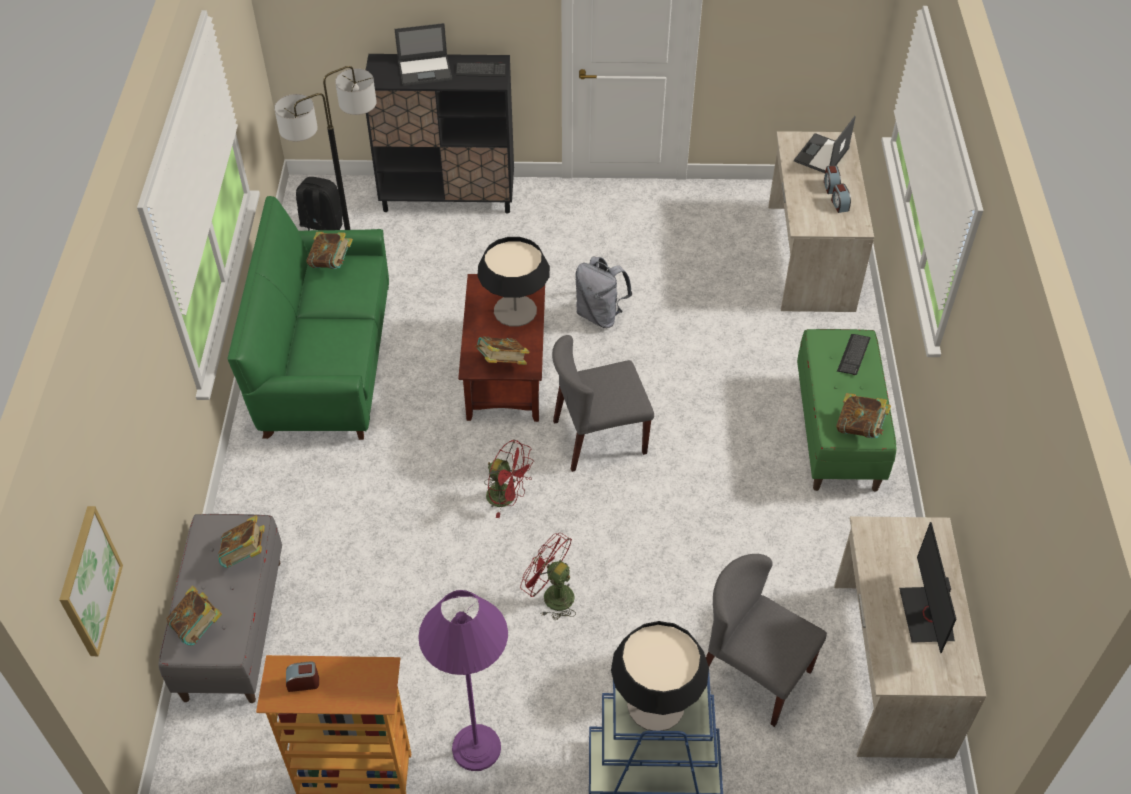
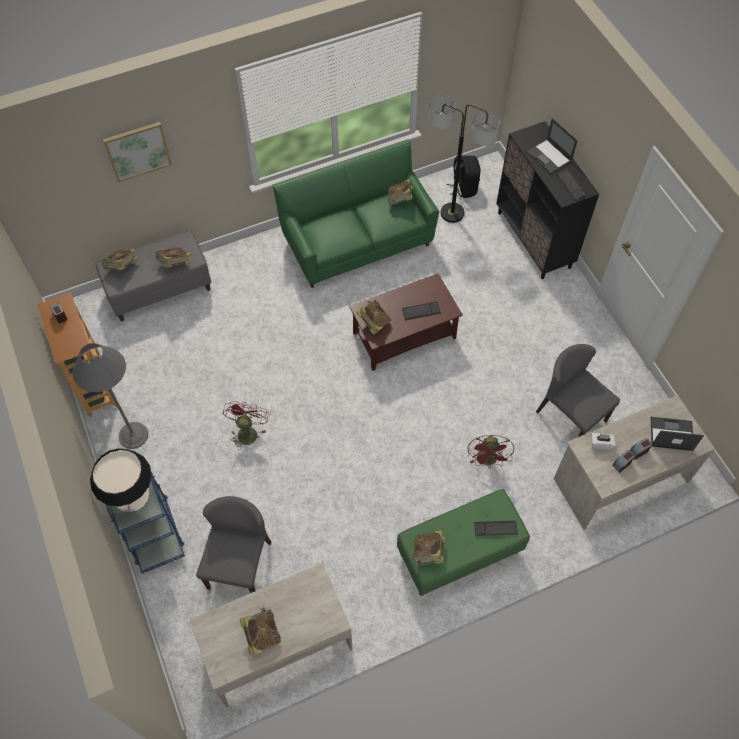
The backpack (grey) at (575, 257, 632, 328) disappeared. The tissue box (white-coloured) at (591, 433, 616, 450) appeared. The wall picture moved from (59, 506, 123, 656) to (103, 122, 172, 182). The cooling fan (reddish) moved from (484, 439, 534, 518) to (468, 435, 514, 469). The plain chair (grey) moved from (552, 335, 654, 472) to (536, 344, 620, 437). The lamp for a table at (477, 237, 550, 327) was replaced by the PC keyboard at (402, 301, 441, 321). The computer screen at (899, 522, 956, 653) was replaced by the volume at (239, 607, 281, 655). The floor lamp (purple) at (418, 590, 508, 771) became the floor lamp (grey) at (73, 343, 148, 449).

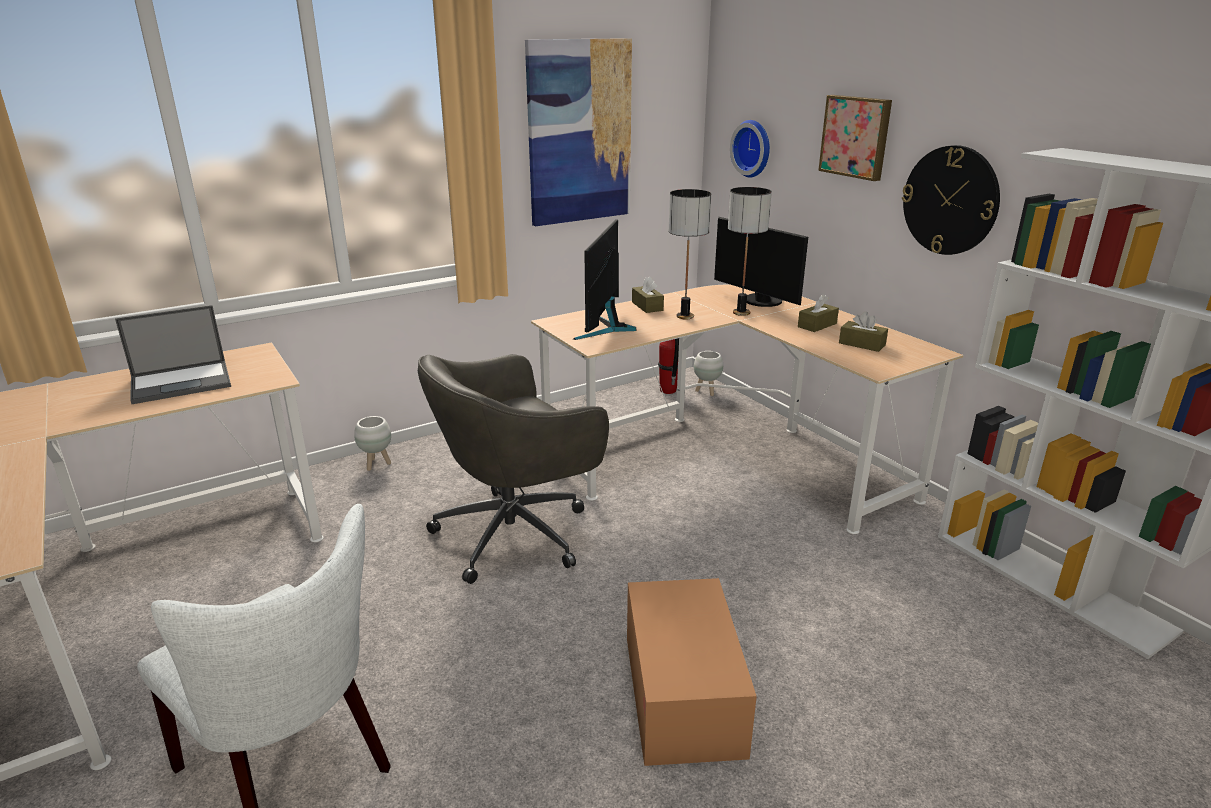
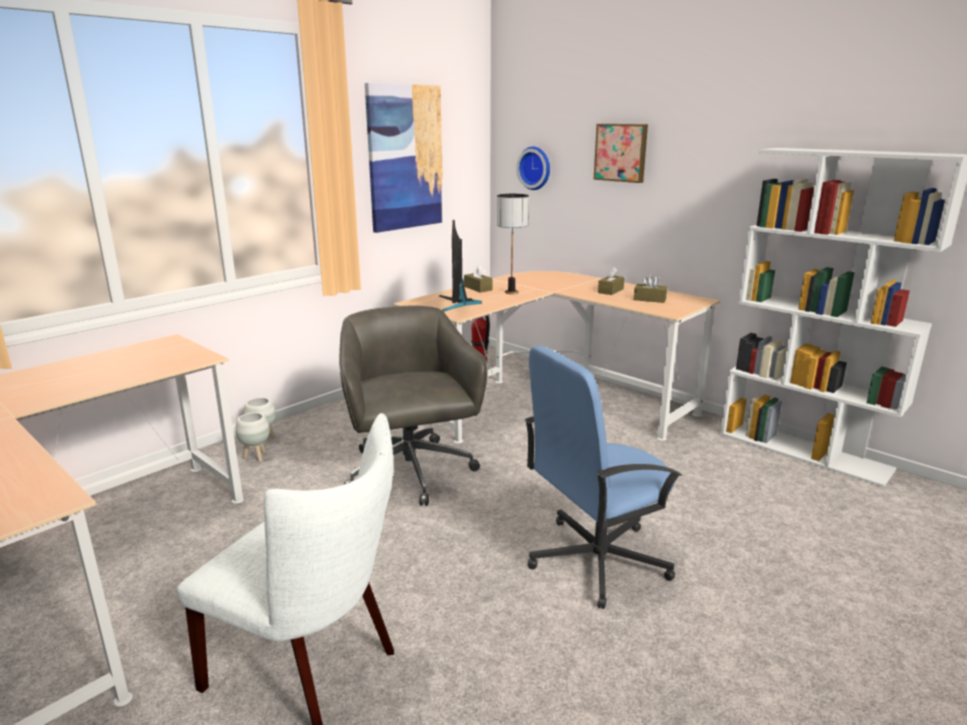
The laptop at (115, 305, 231, 404) disappeared. The computer screen at (714, 217, 808, 307) disappeared. The lamp for a table at (728, 187, 772, 316) disappeared. The hanging clock at (902, 145, 1000, 255) disappeared. The plant pot (white-coloured) moved from (694, 351, 723, 396) to (235, 412, 270, 462). The carton at (627, 578, 757, 766) was replaced by the computer chair (blue-coloured) at (524, 346, 682, 609). The computer chair (grey) at (418, 354, 609, 584) turned 120 degrees clockwise.

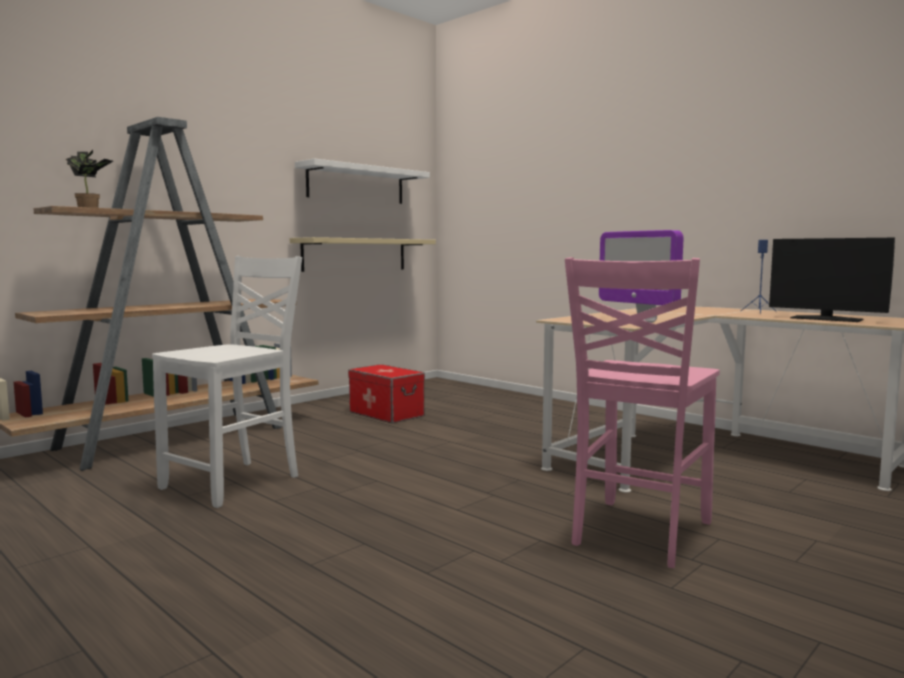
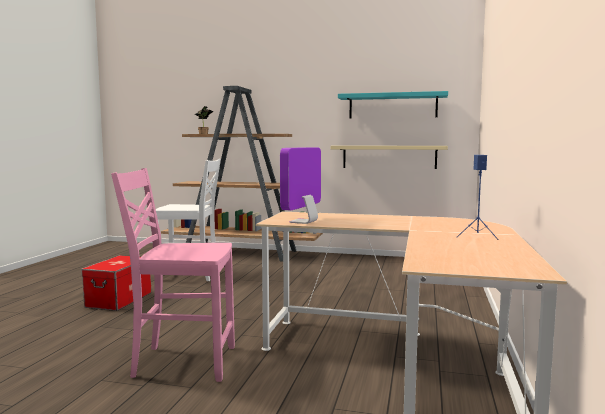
The computer screen at (769, 238, 895, 322) disappeared. The storage bin moved from (348, 364, 425, 423) to (81, 255, 151, 311). The bracket shelf (white-coloured) at (295, 158, 430, 204) became the bracket shelf (blue-green) at (338, 91, 448, 118).

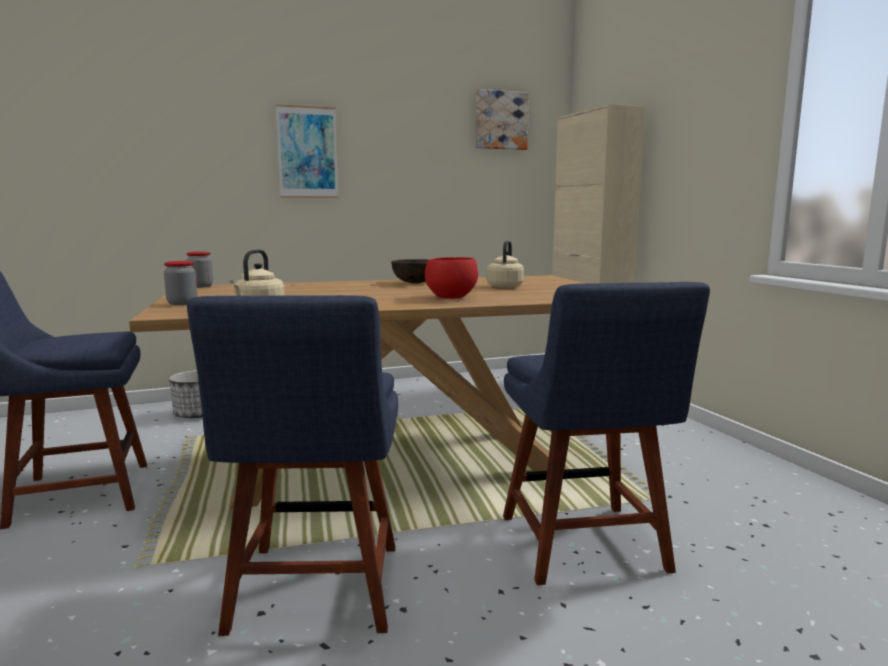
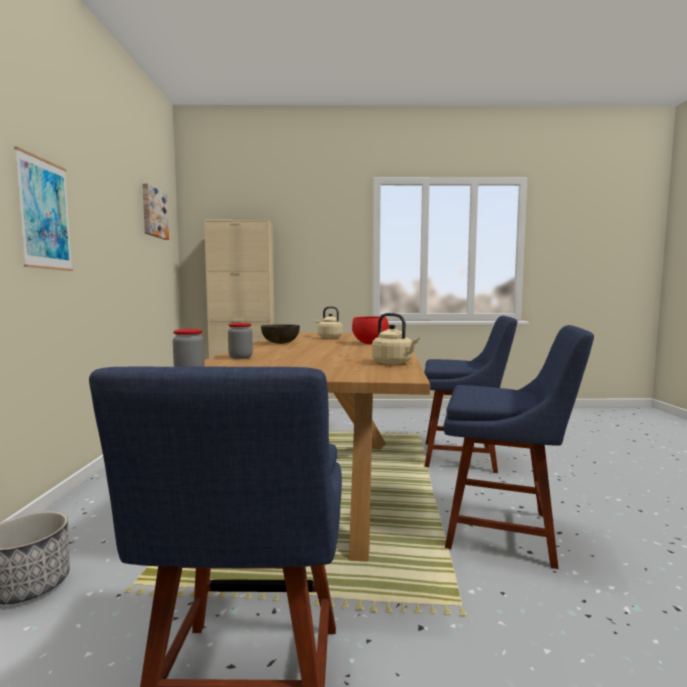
The jar moved from (164, 261, 197, 305) to (228, 323, 253, 359).

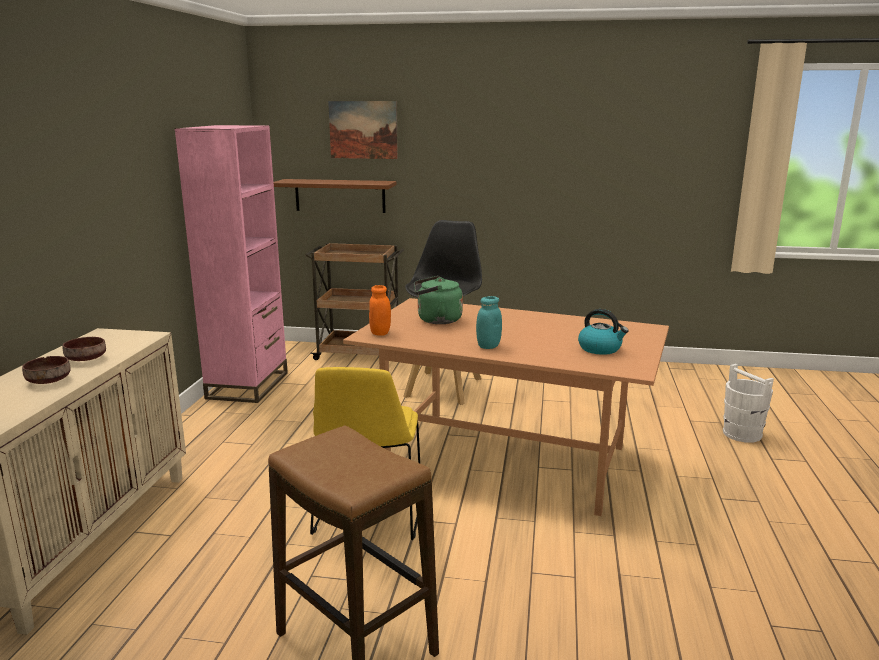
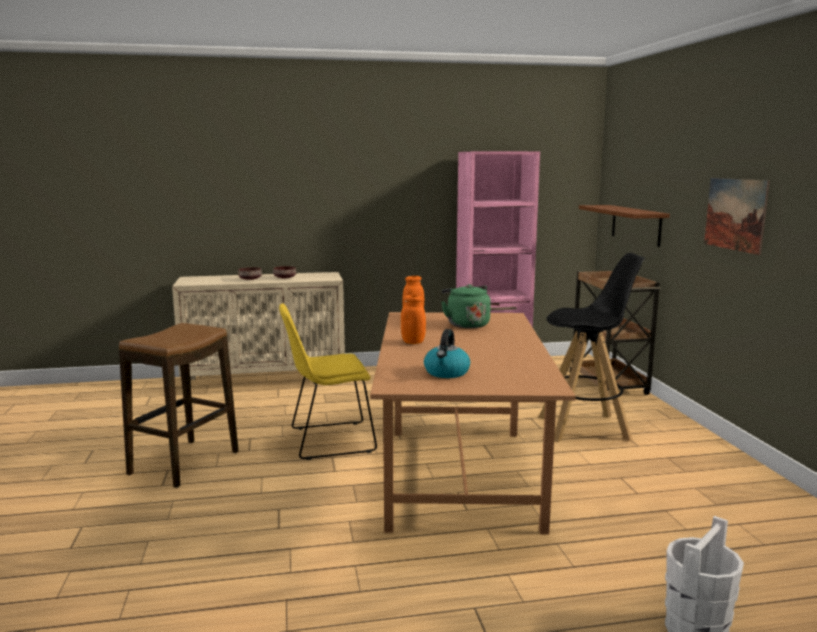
The wall picture moved from (328, 101, 398, 159) to (704, 178, 770, 255). The jar (blue-green) at (476, 296, 502, 349) became the jar (orangey) at (401, 295, 426, 344).

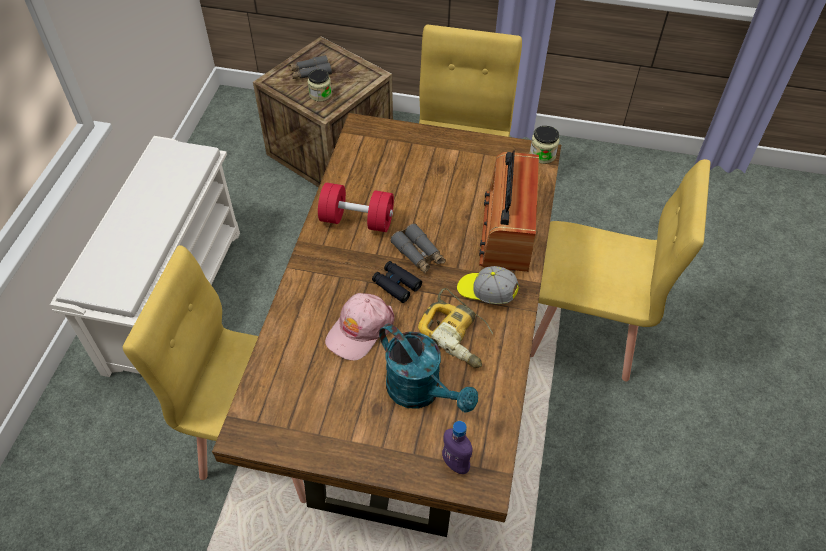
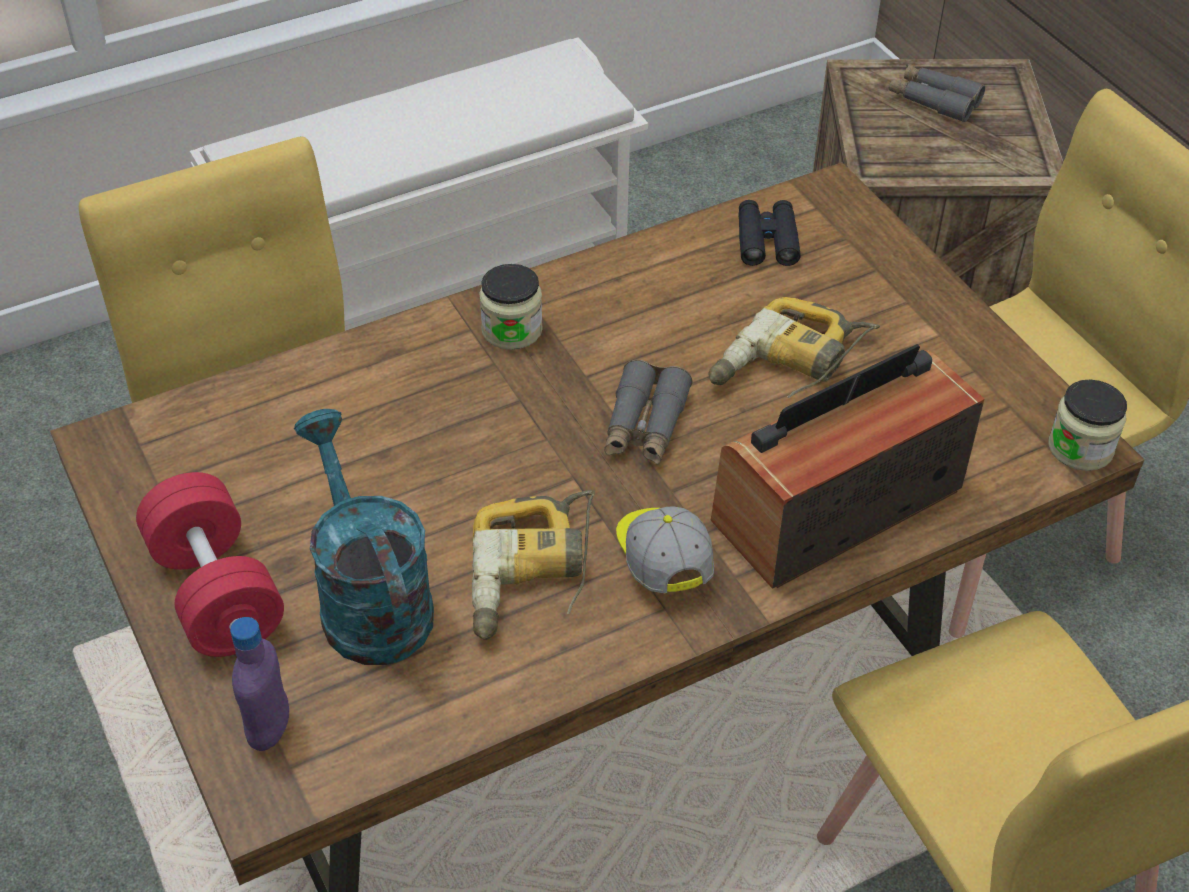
The cap (pinkish) at (325, 293, 395, 361) disappeared. The electric drill at (708, 297, 880, 398) appeared. The jar moved from (308, 69, 332, 102) to (479, 264, 543, 350). The hand weight (reddish) moved from (318, 183, 394, 232) to (136, 472, 284, 657). The binoculars (black-coloured) moved from (372, 261, 422, 303) to (738, 200, 801, 266). The sprinkling can (blue-green) at (379, 323, 478, 413) turned 150 degrees clockwise.

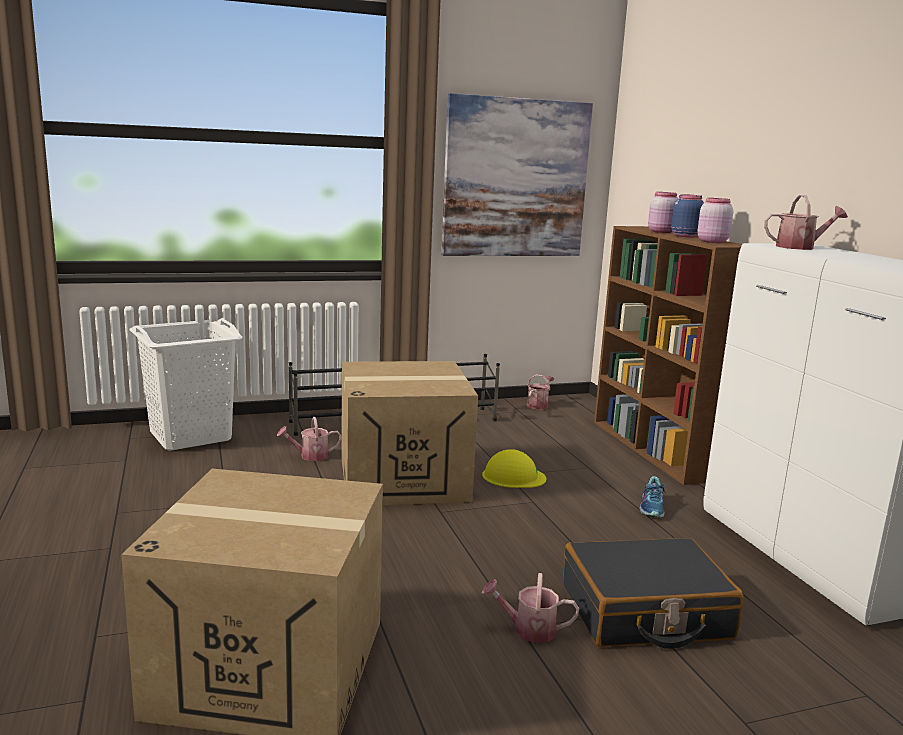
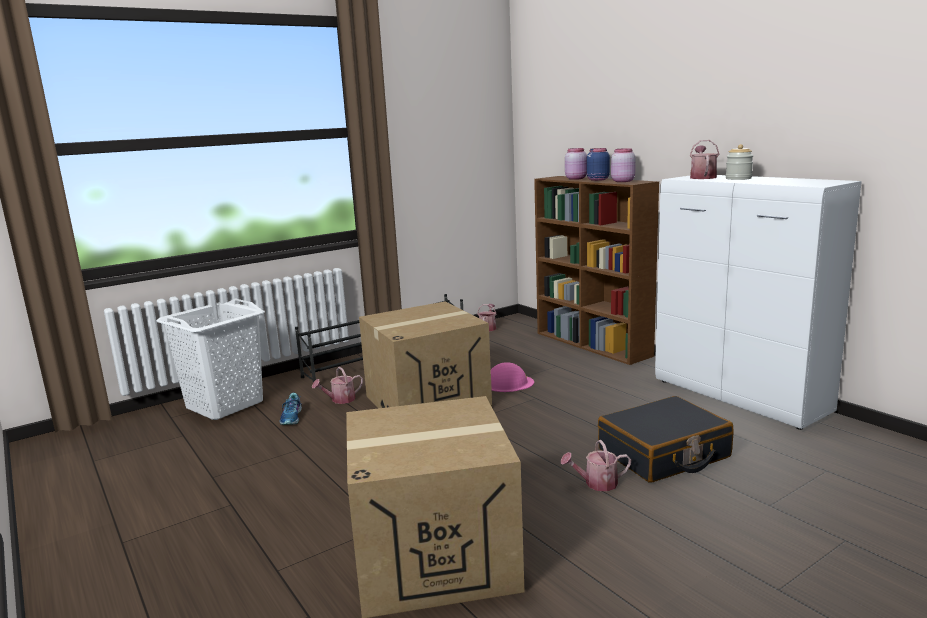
The wall picture at (441, 93, 593, 256) disappeared. The jar at (726, 144, 754, 180) appeared. The item of footwear moved from (639, 476, 667, 518) to (280, 393, 302, 425). The safety helmet (yellow) at (482, 449, 546, 488) became the safety helmet (pinkish) at (491, 362, 534, 392). The sprinkling can at (764, 195, 848, 250) turned 60 degrees counterclockwise.

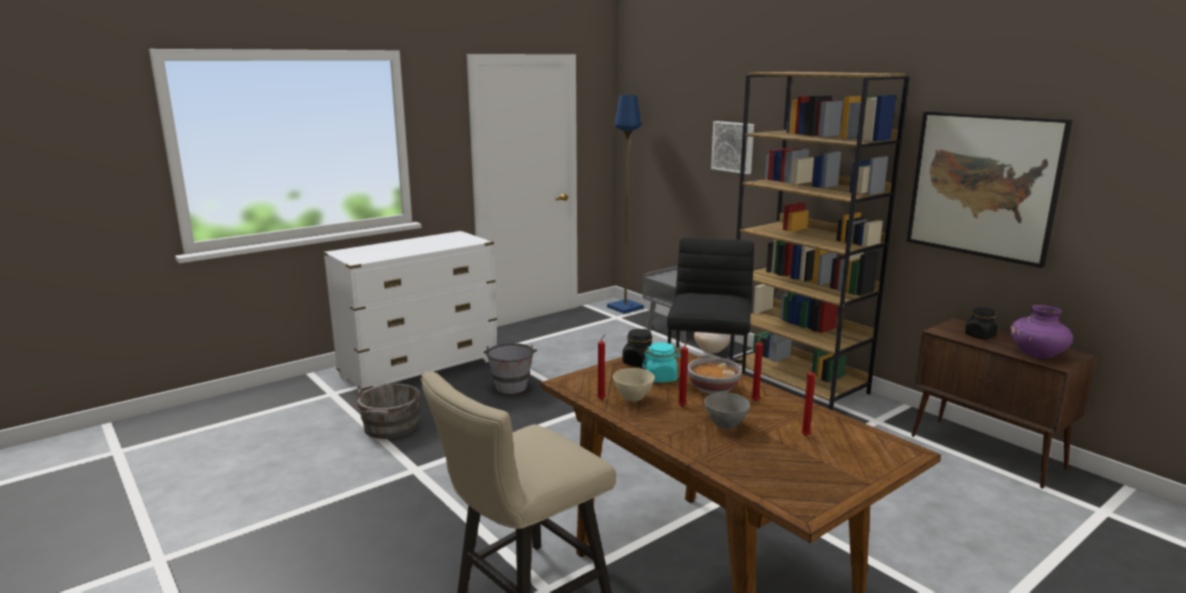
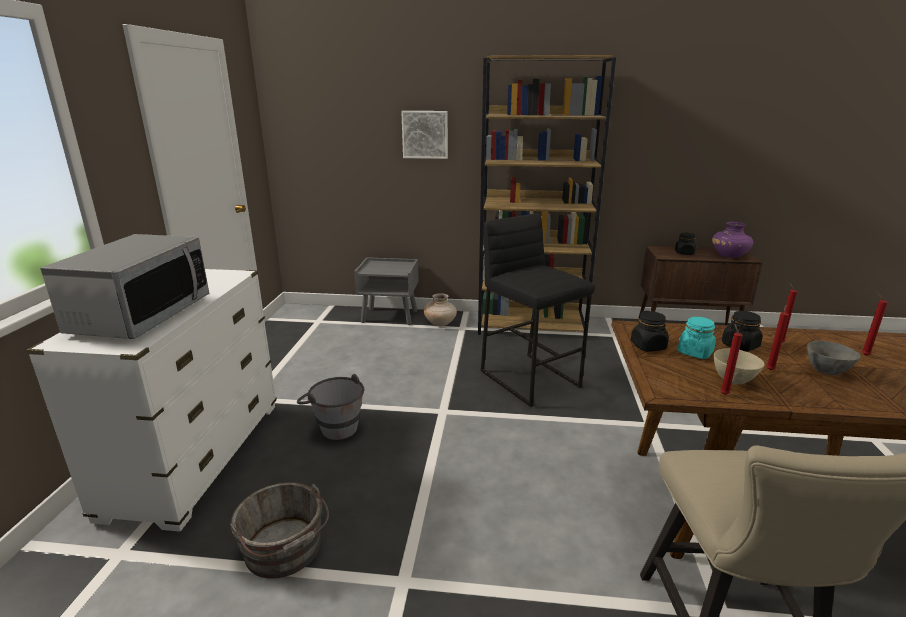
The floor lamp (blue-coloured) at (607, 95, 644, 314) disappeared. The wall picture at (907, 112, 1072, 268) disappeared. The microwave oven at (40, 234, 209, 339) appeared. The serving bowl at (687, 357, 742, 394) was replaced by the jar (black-coloured) at (722, 311, 763, 352).

